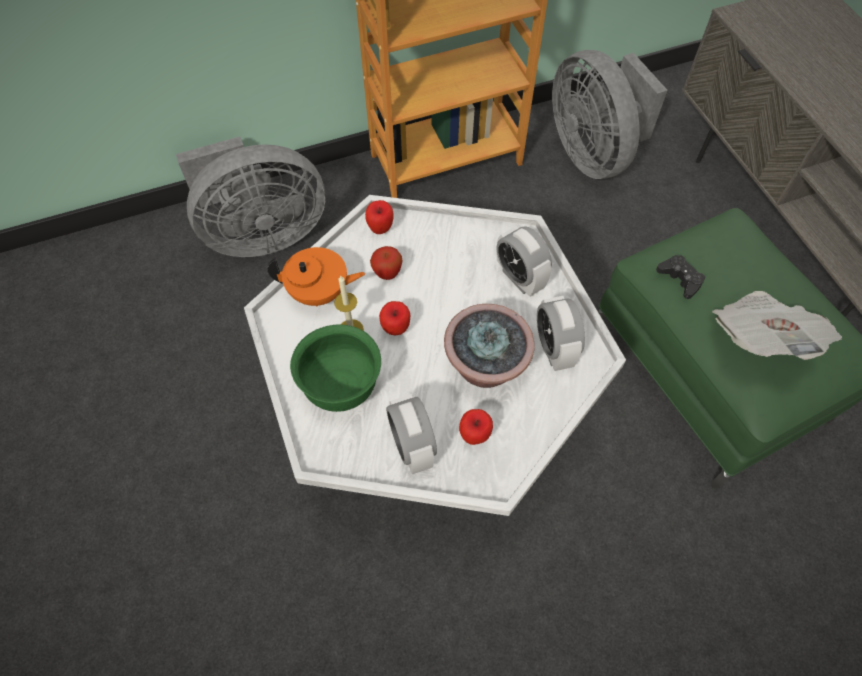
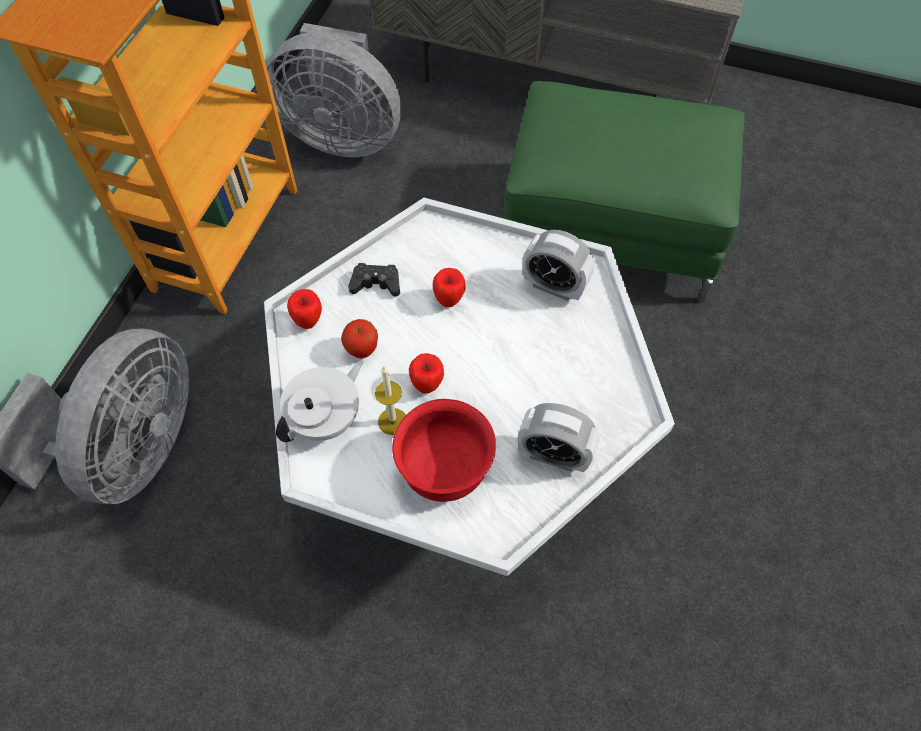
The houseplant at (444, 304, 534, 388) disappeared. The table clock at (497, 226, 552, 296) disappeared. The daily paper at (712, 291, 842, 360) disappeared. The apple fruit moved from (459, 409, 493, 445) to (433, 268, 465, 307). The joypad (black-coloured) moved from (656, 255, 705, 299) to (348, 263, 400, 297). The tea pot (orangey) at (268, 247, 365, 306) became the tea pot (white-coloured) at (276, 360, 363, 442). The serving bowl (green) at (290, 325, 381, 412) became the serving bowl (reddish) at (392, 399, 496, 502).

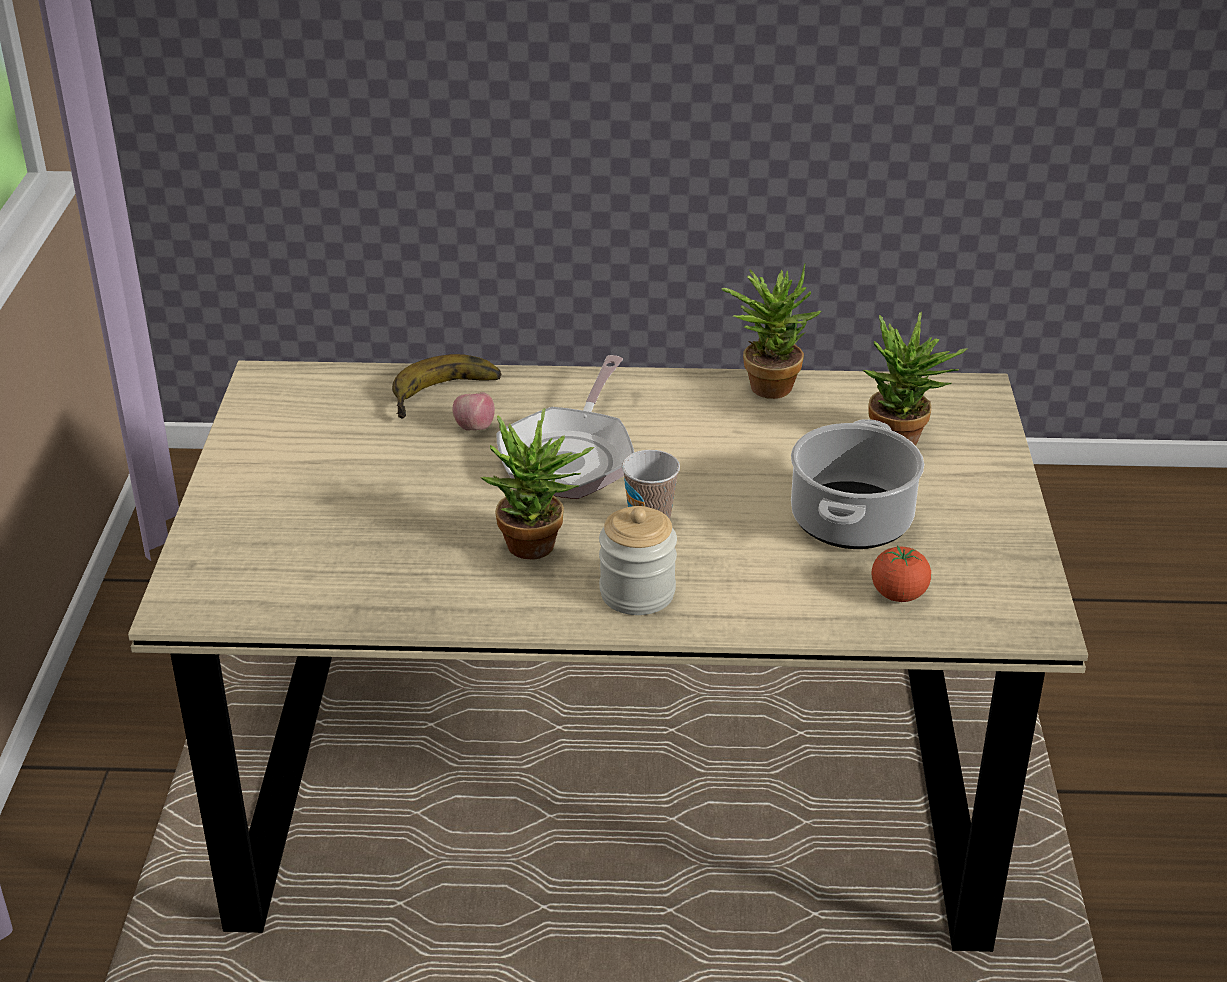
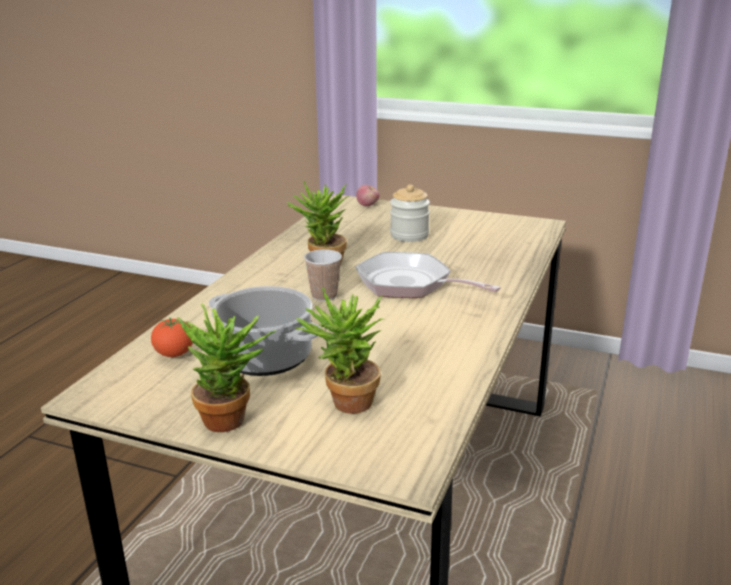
The whole banana at (392, 354, 502, 418) disappeared. The apple fruit moved from (452, 392, 495, 431) to (356, 185, 379, 206). The jar moved from (599, 506, 677, 615) to (390, 184, 430, 242). The houseplant moved from (721, 264, 822, 399) to (177, 303, 276, 432).

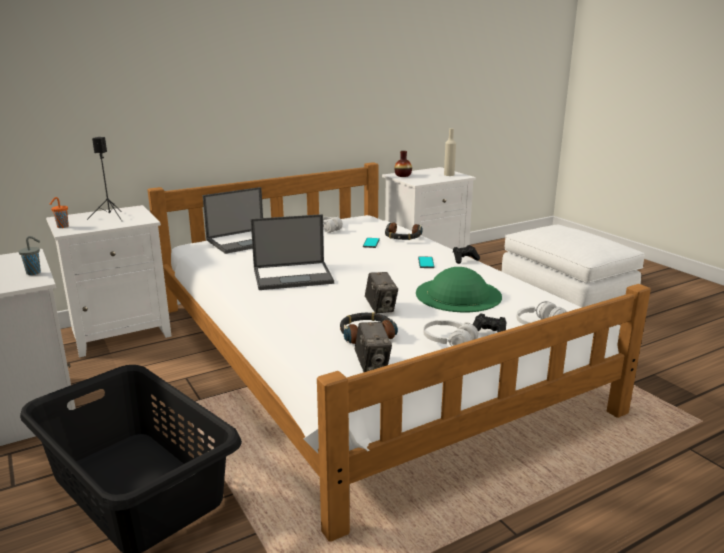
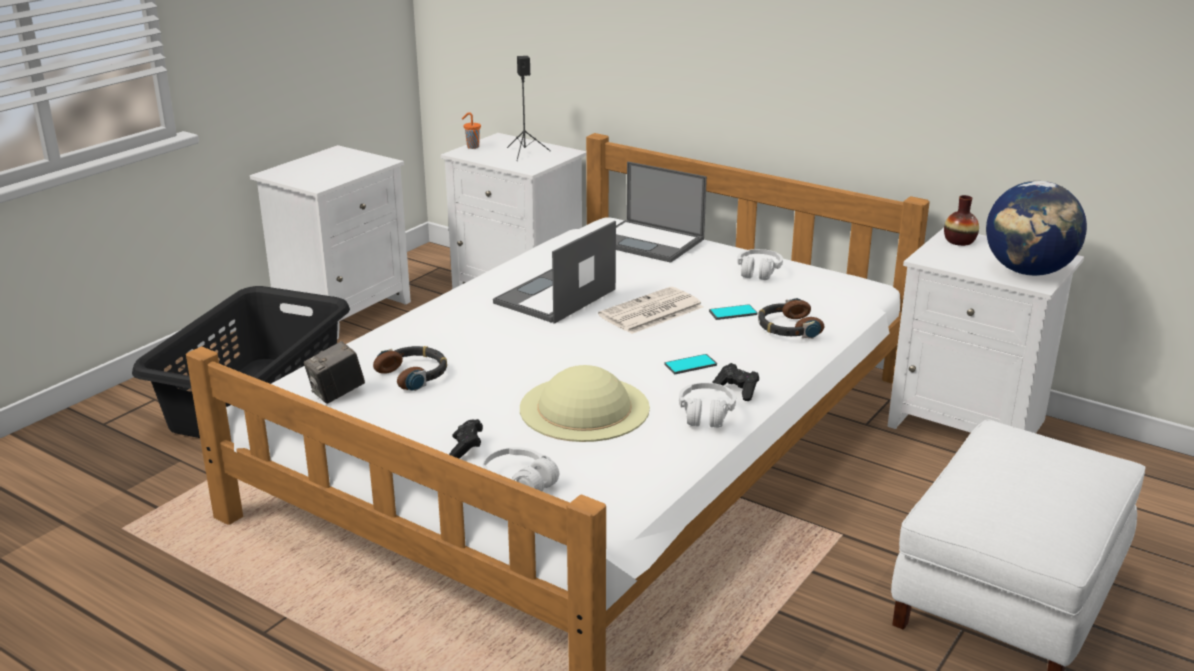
The drinking cup (grey) at (19, 236, 41, 275) disappeared. The still camera at (365, 272, 398, 313) disappeared. The daily paper at (598, 287, 703, 334) appeared. The pair of headphones (white-coloured) moved from (423, 320, 479, 346) to (679, 383, 736, 428). The beverage bottle (sand-coloured) at (444, 128, 456, 176) was replaced by the globe at (986, 181, 1087, 276). The wearable hat (green) at (416, 267, 502, 312) became the wearable hat (sand-coloured) at (520, 365, 650, 442). The laptop at (251, 214, 334, 290) turned 75 degrees clockwise.

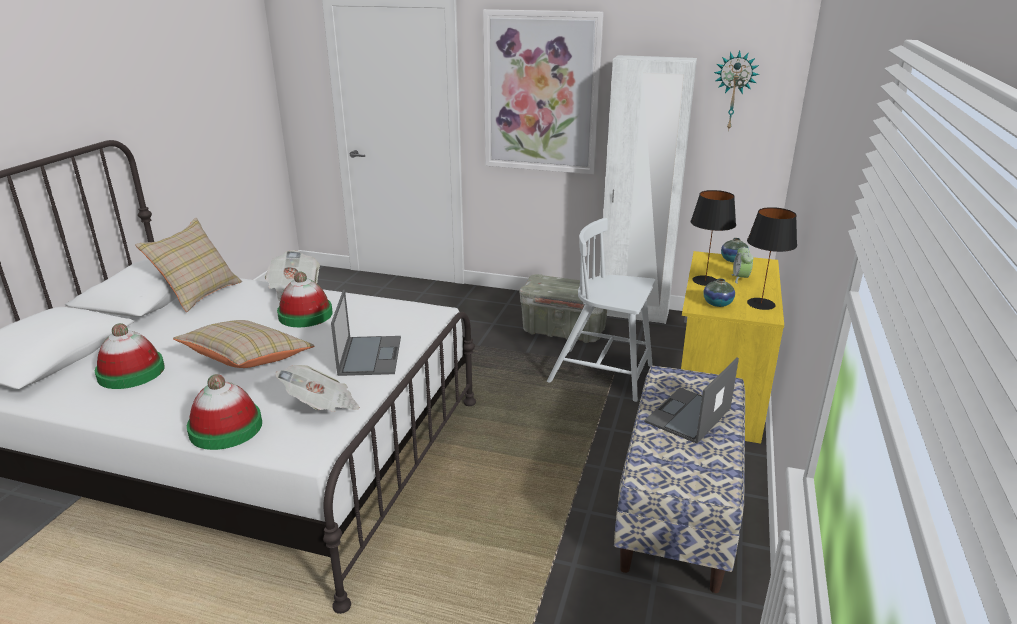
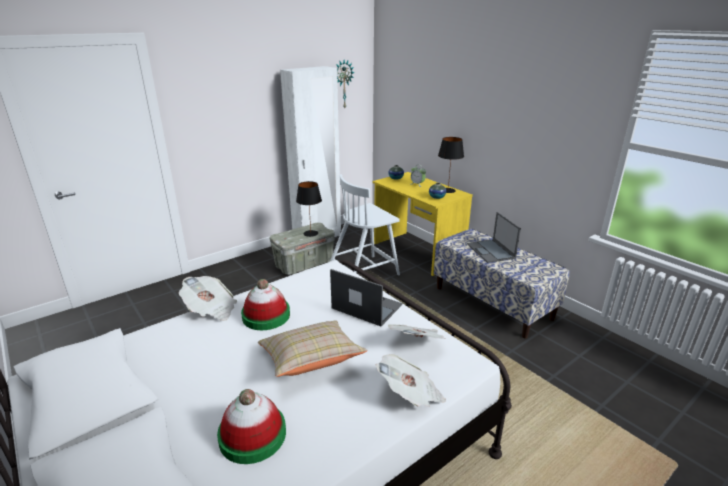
The throw pillow (sand-coloured) at (135, 218, 242, 312) disappeared. The wall picture at (483, 9, 604, 174) disappeared. The lamp for a table (black-coloured) moved from (690, 190, 736, 286) to (296, 181, 322, 237). The wearable hat at (187, 374, 262, 450) was replaced by the daily paper at (376, 354, 446, 407).

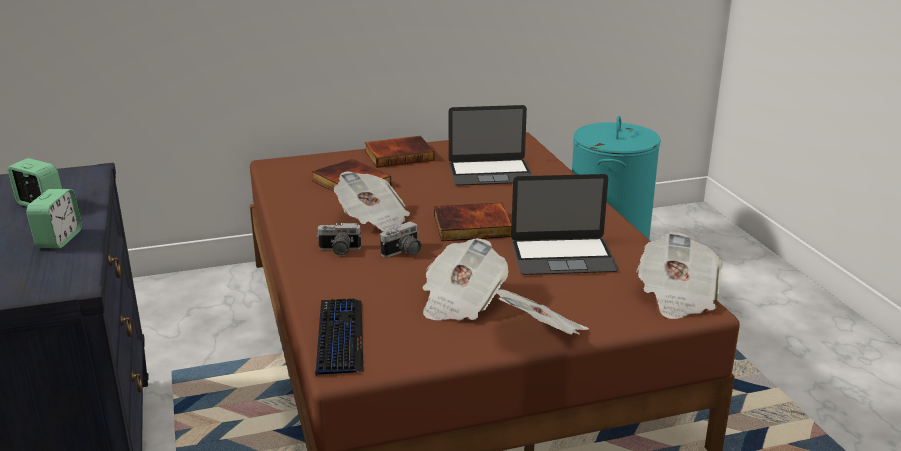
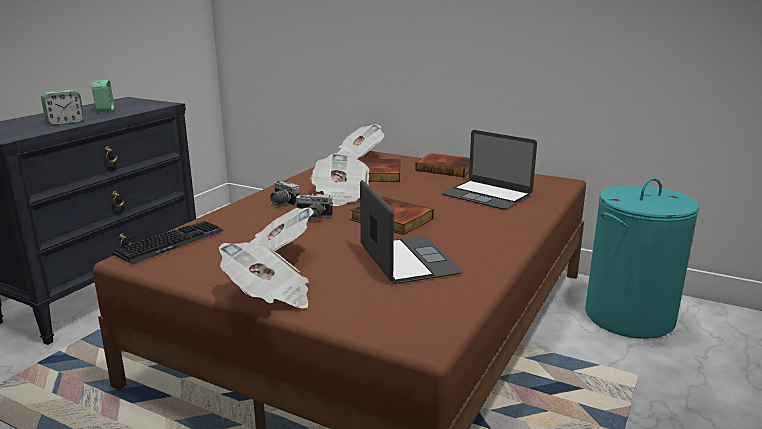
The daily paper moved from (637, 232, 723, 319) to (337, 124, 384, 160). The laptop at (511, 174, 619, 275) turned 150 degrees counterclockwise.

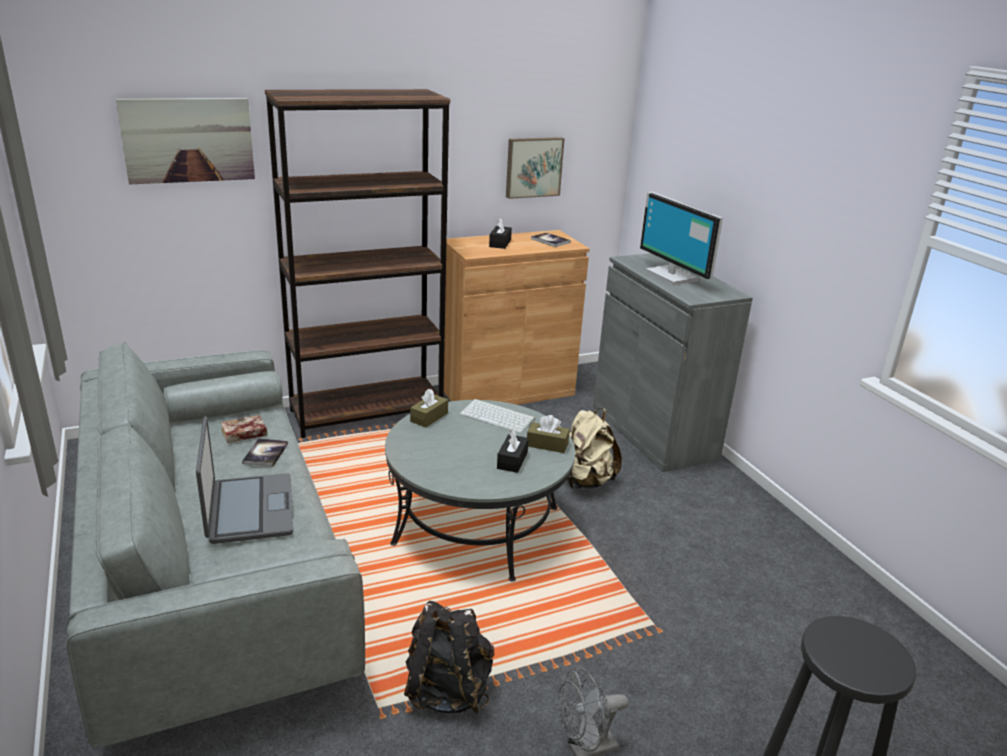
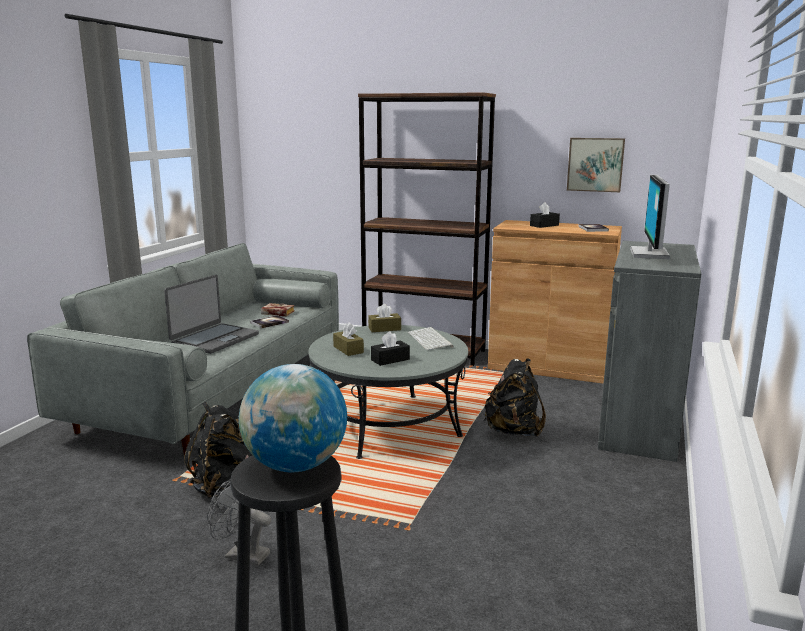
The wall picture at (116, 98, 255, 184) disappeared. The globe at (239, 364, 347, 472) appeared. The tissue box (brownish) moved from (527, 415, 570, 453) to (333, 323, 364, 356). The backpack (sand-coloured) at (565, 408, 622, 489) became the backpack (black-coloured) at (484, 358, 546, 437).

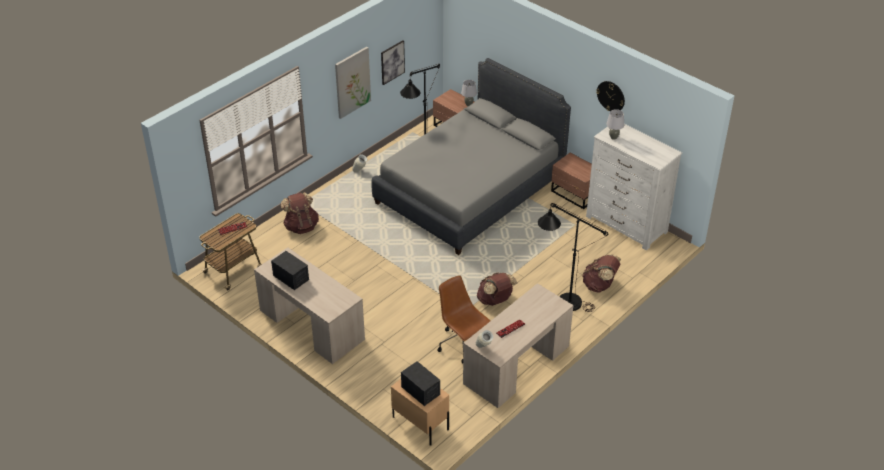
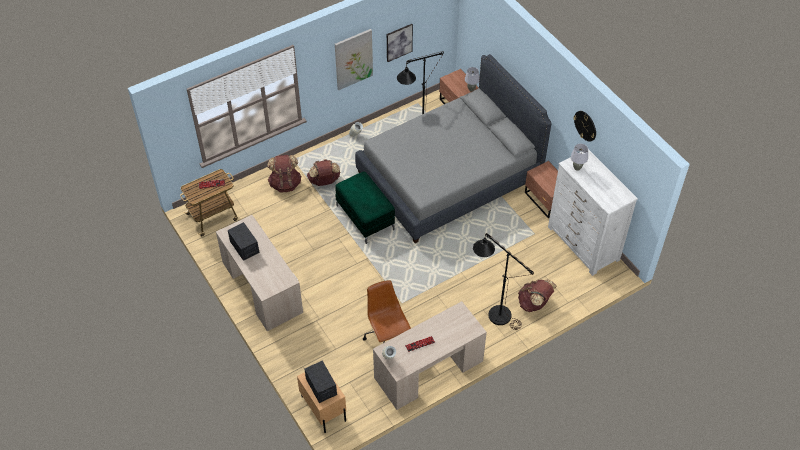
The ottoman (green) at (335, 171, 395, 244) appeared. The backpack (brownish) moved from (477, 273, 517, 306) to (307, 159, 341, 186).

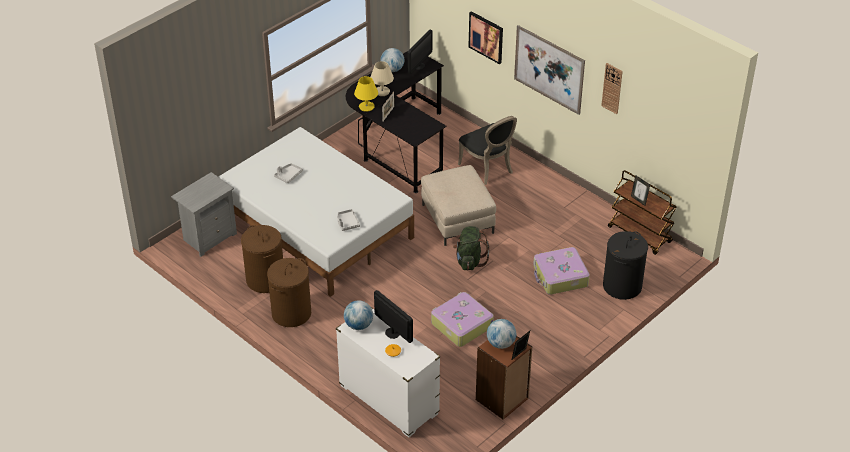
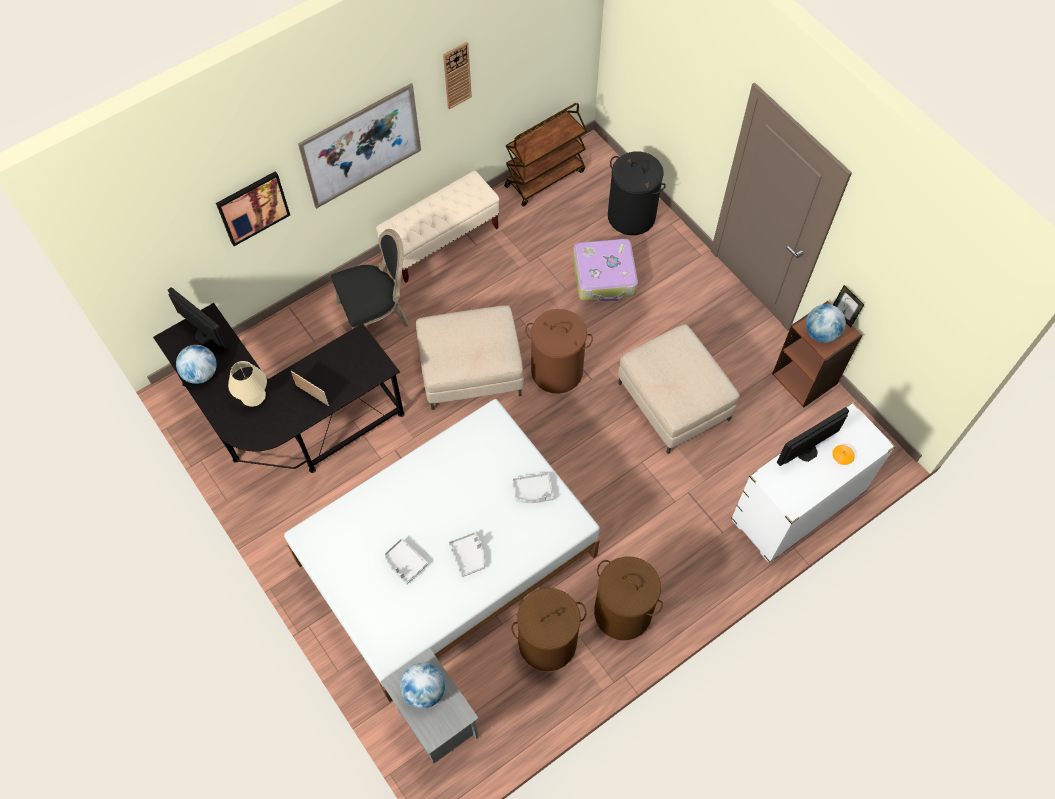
The lamp for a table (yellow) at (354, 76, 378, 112) disappeared. The picture frame at (631, 176, 650, 206) disappeared. The indoor bench (sand-coloured) at (376, 171, 499, 283) appeared. The carrying tray (grey) at (448, 532, 485, 577) appeared. The globe moved from (344, 300, 373, 330) to (400, 663, 445, 709). The travel case at (431, 292, 494, 347) was replaced by the ottoman (sand-coloured) at (618, 324, 740, 454). The backpack (green) at (453, 226, 489, 270) was replaced by the laundry basket (brownish) at (525, 309, 593, 394).

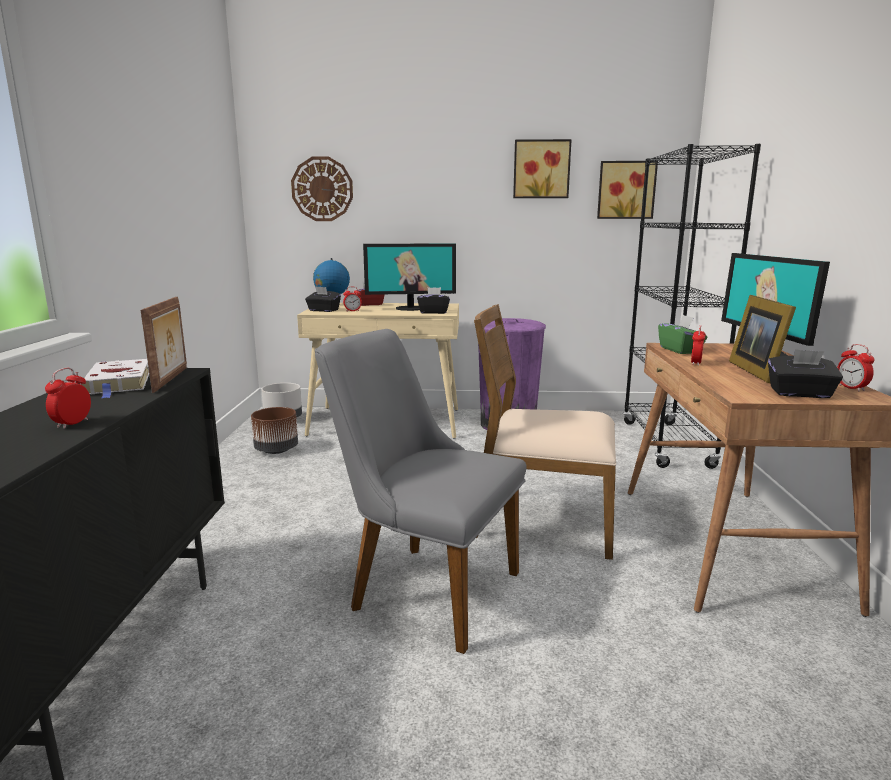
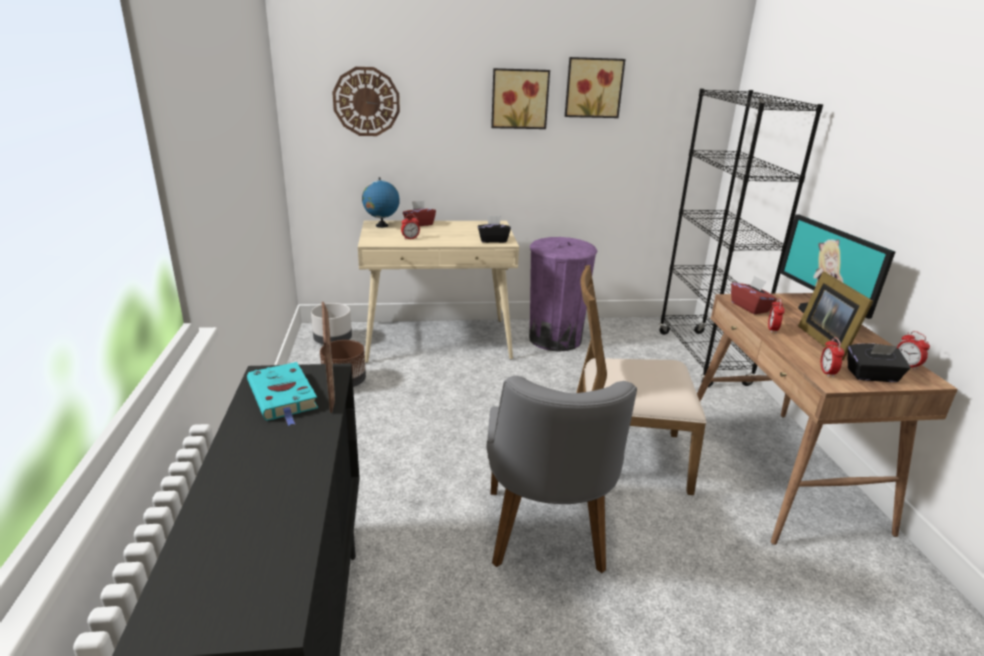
The tissue box (black-coloured) at (305, 286, 341, 312) disappeared. The computer screen at (363, 243, 456, 311) disappeared. The table clock moved from (45, 368, 91, 429) to (821, 337, 845, 378). The wall picture moved from (597, 161, 658, 219) to (491, 68, 550, 129). The volume (white-coloured) at (81, 359, 149, 398) became the volume (blue-green) at (247, 362, 318, 426). The tissue box (green) at (658, 315, 707, 354) became the tissue box (reddish) at (731, 276, 777, 314). The plain chair (grey) at (315, 329, 527, 654) turned 105 degrees counterclockwise.

